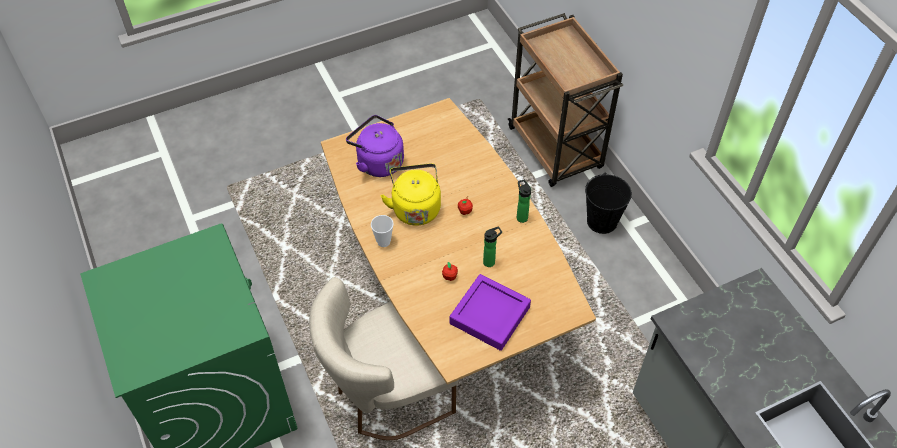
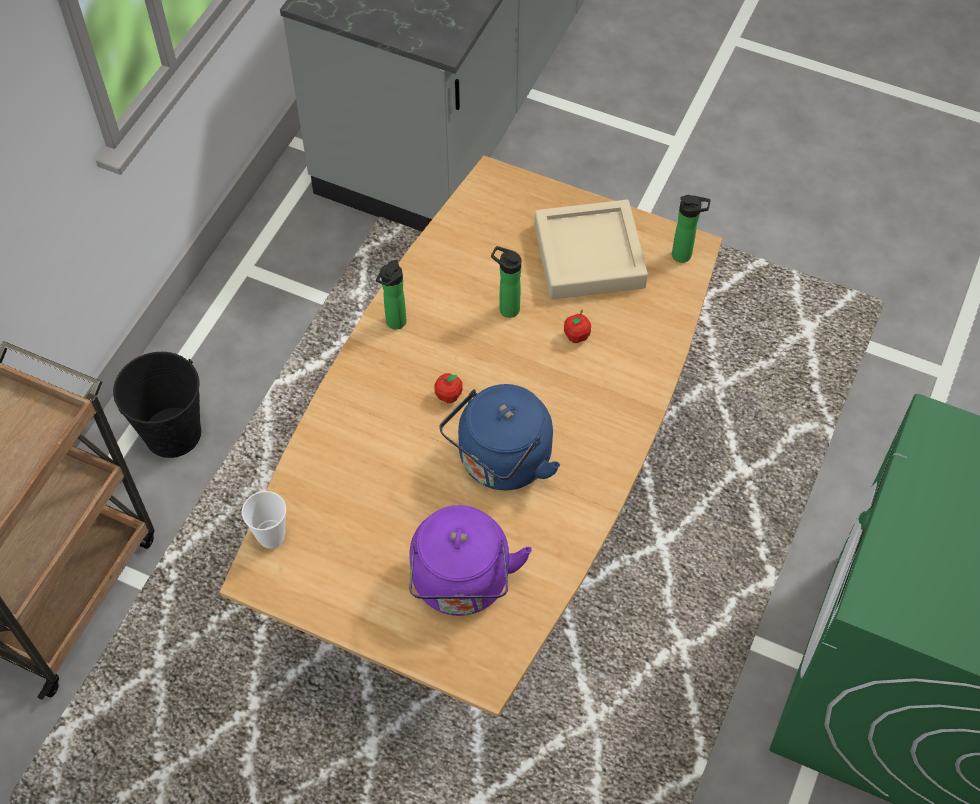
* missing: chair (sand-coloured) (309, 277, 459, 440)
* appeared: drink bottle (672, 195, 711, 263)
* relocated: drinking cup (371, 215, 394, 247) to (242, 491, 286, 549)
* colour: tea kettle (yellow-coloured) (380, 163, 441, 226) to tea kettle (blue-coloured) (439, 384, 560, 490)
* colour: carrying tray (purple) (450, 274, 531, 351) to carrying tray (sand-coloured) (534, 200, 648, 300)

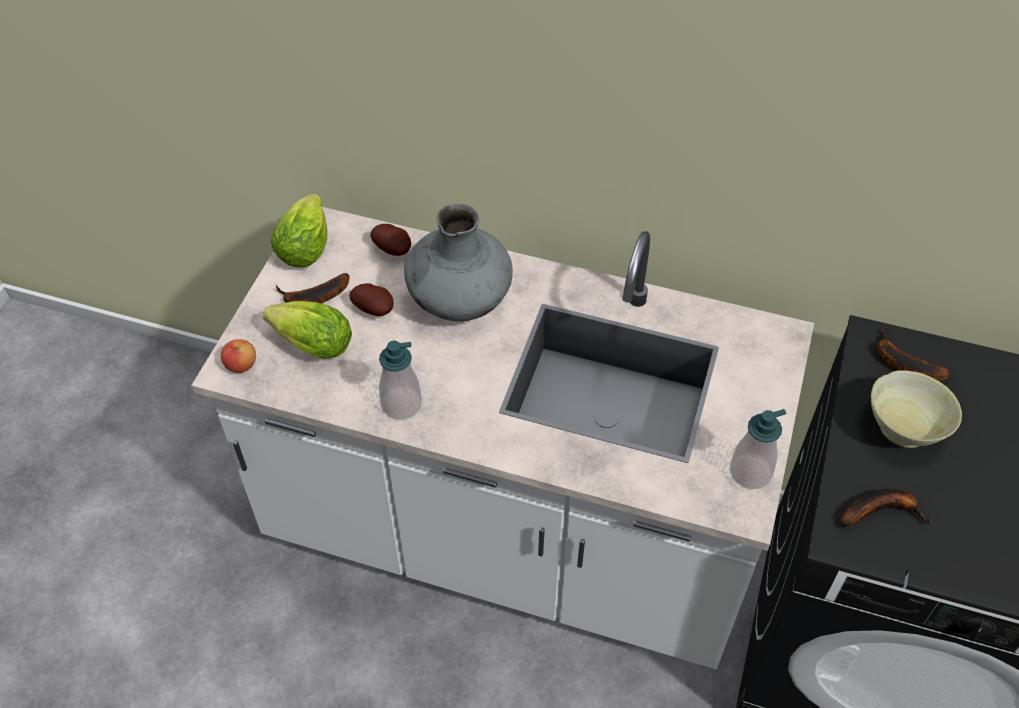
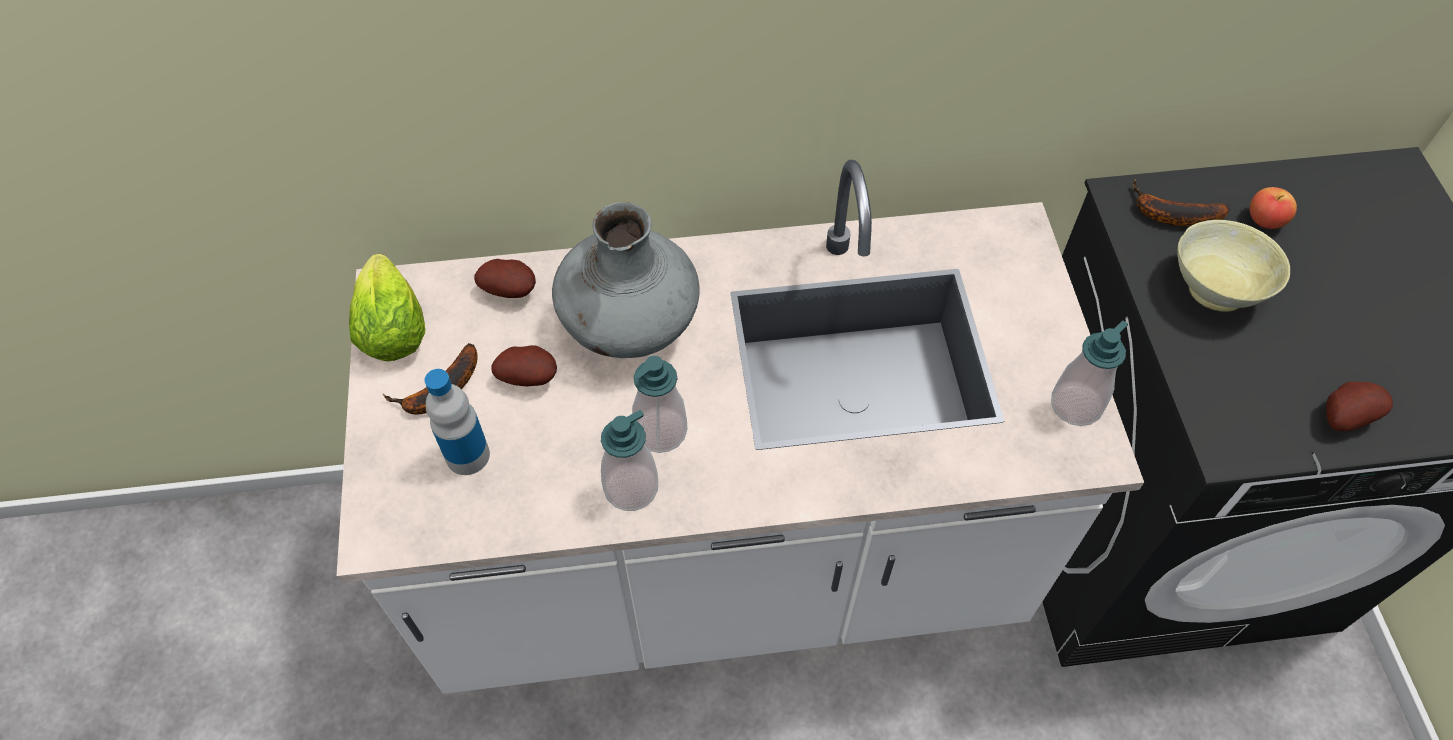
* missing: banana fruit (841, 488, 930, 528)
* appeared: soap bottle (632, 356, 688, 453)
* appeared: potato (1326, 381, 1393, 431)
* relocated: apple (221, 339, 256, 373) to (1250, 187, 1297, 229)
* exchanged: lettuce head (263, 301, 352, 358) to drink bottle (425, 369, 490, 475)

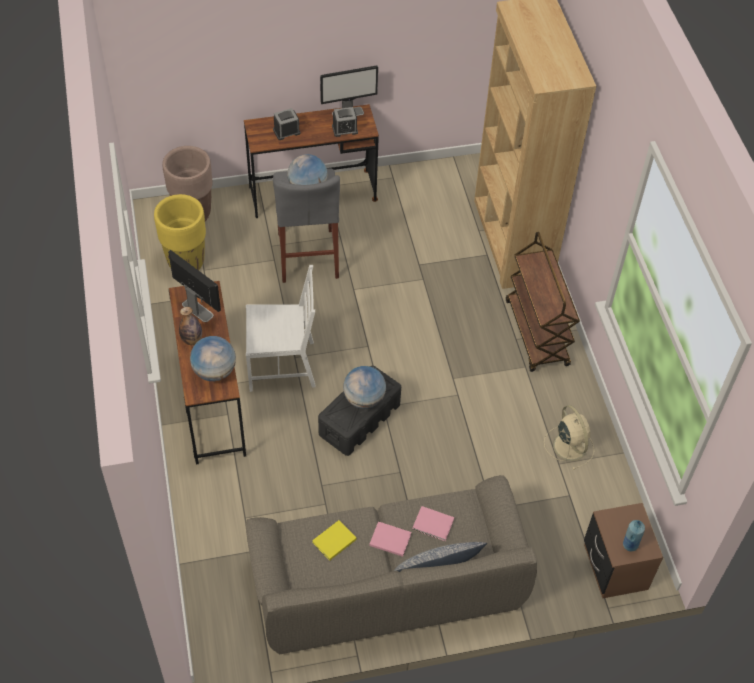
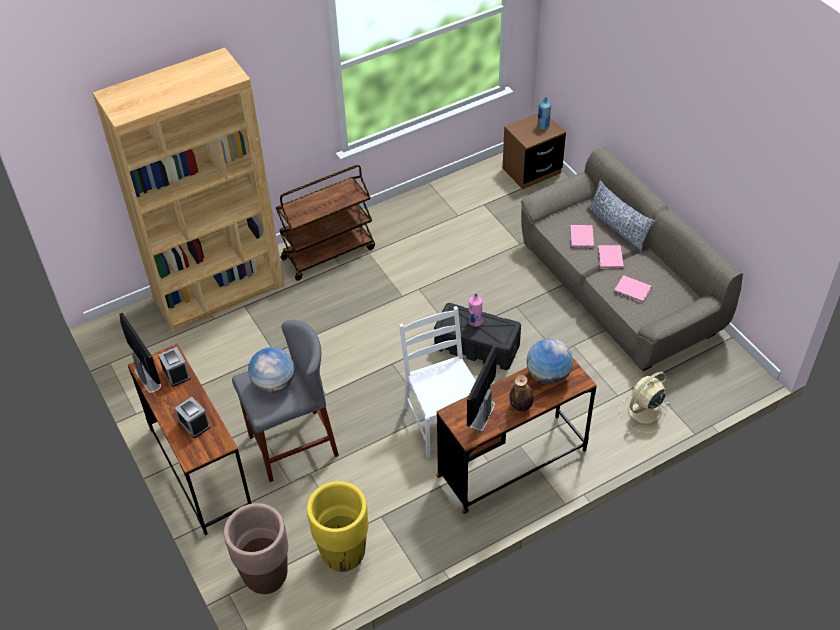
* relocated: cooling fan (sand-coloured) (544, 405, 594, 470) to (619, 372, 669, 433)
* exchanged: globe (343, 366, 386, 409) to drink bottle (pink-coloured) (469, 294, 483, 327)
* colour: book (yellow-coloured) (312, 520, 357, 561) to book (pink-coloured) (614, 275, 651, 303)

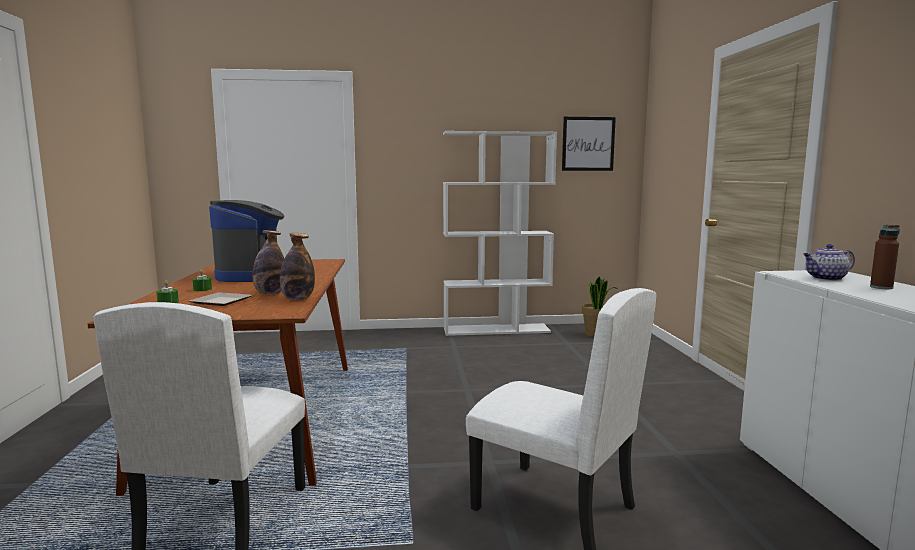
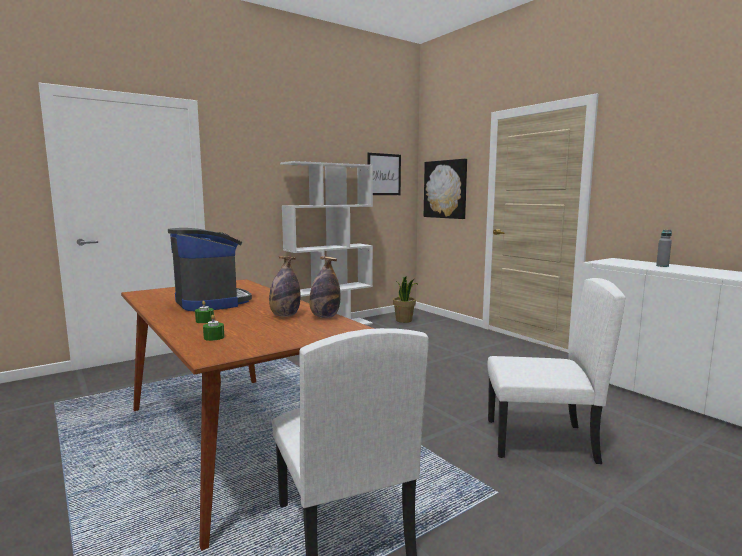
* missing: flat dish (189, 292, 252, 306)
* missing: pot for tea (803, 244, 855, 281)
* appeared: wall art (424, 159, 467, 219)
* colour: drink bottle (brownish) (870, 224, 900, 289) to drink bottle (gray) (656, 230, 672, 267)

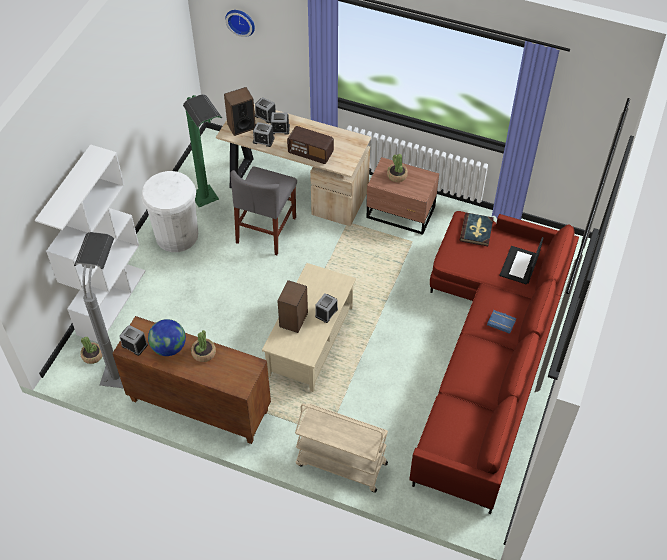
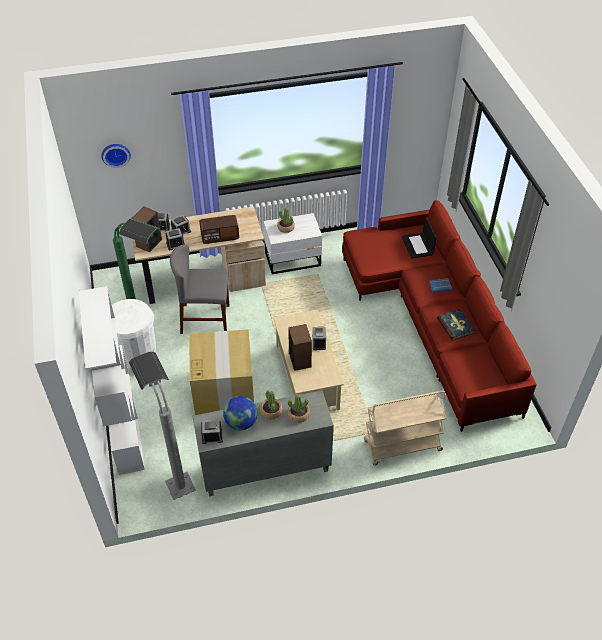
* appeared: cardboard box (189, 329, 254, 415)
* relocated: plant in a pot (80, 336, 102, 364) to (287, 394, 310, 423)
* relocated: book (460, 213, 494, 246) to (437, 309, 475, 341)
* colour: cabinet (brownish) (112, 316, 271, 444) to cabinet (gray) (193, 390, 334, 496)
* colour: night table (brownish) (366, 157, 439, 235) to night table (white-coloured) (264, 213, 322, 274)
* spun: chair (gray) (230, 167, 297, 255) = (170, 244, 229, 334) 105 degrees clockwise

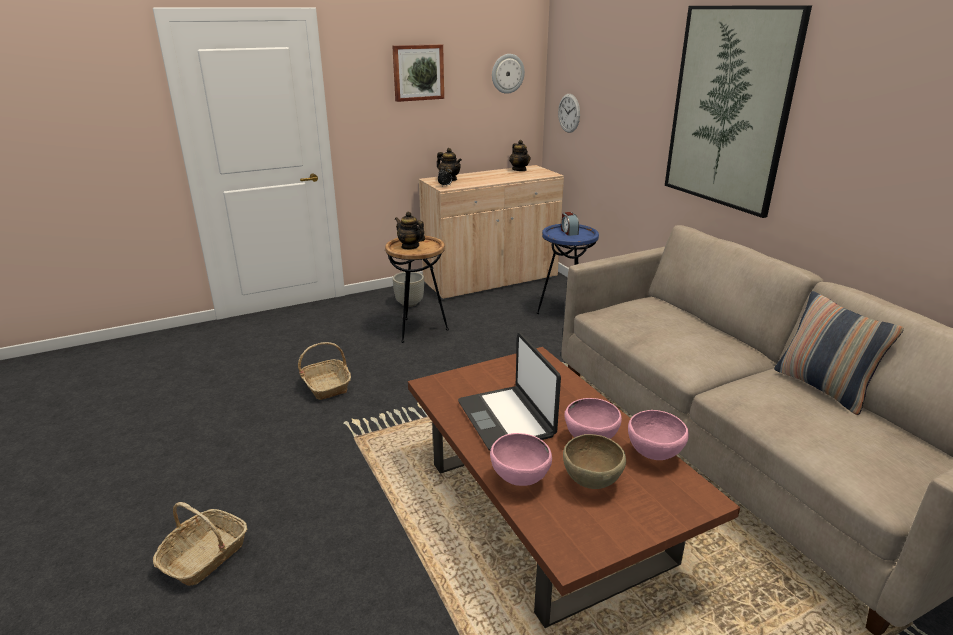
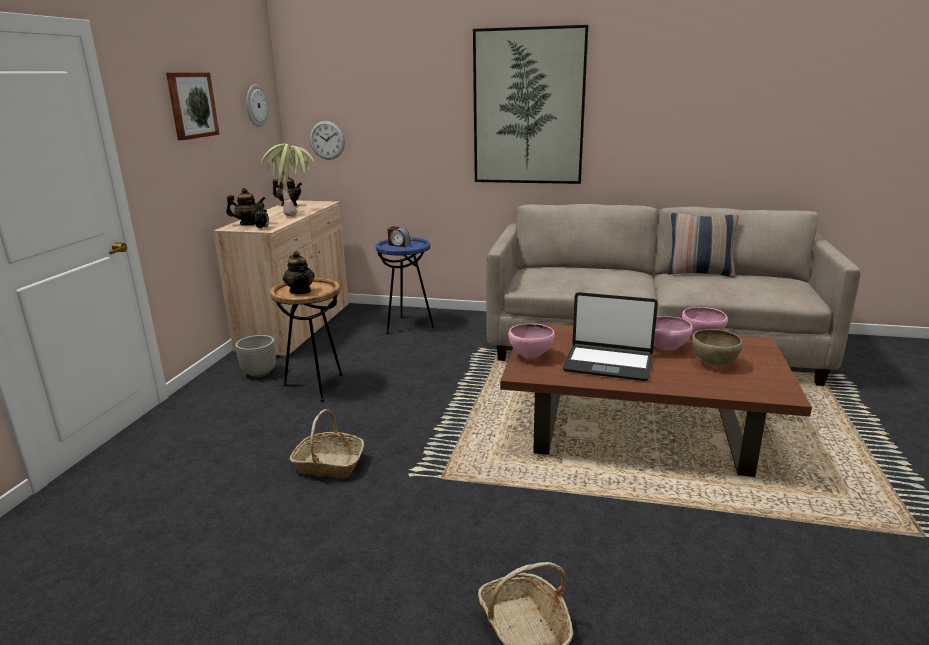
* appeared: plant in a pot (261, 143, 316, 216)
* relocated: serving bowl (pink-coloured) (490, 433, 552, 486) to (508, 324, 555, 358)
* spun: pot for tea (395, 212, 425, 250) = (283, 251, 315, 294) 105 degrees counterclockwise

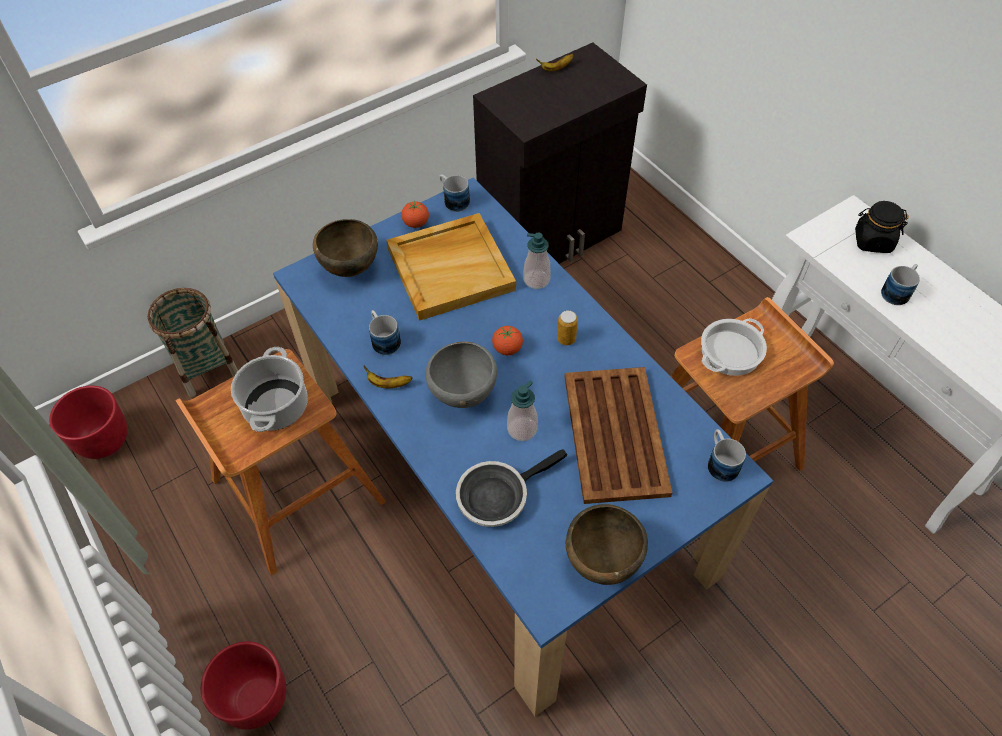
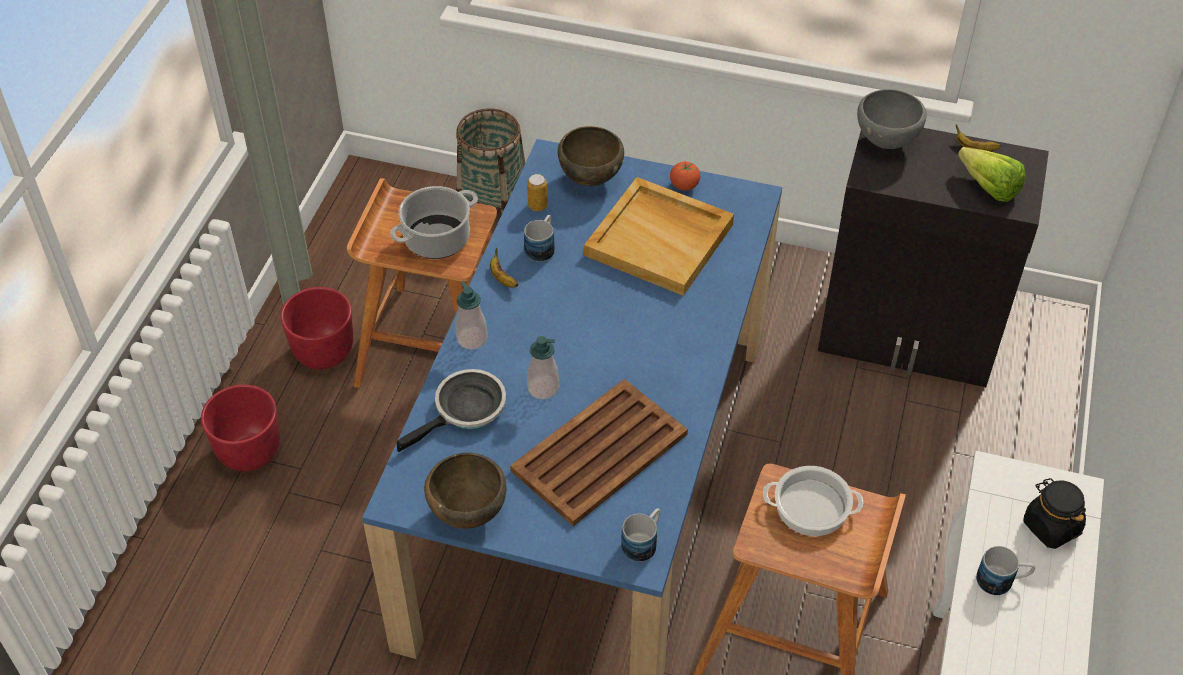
* missing: coffee mug (439, 174, 470, 212)
* missing: fresh tomato (492, 326, 523, 355)
* appeared: lettuce head (958, 147, 1026, 202)
* relocated: planter (red-coloured) (49, 386, 128, 459) to (280, 287, 353, 369)
* relocated: serving bowl (gray) (426, 341, 497, 408) to (857, 89, 926, 149)
* relocated: soap bottle (524, 233, 551, 289) to (456, 281, 488, 350)
* relocated: can (557, 310, 578, 345) to (527, 174, 547, 211)
* spun: pan (456, 449, 567, 527) = (396, 369, 506, 452) 120 degrees clockwise

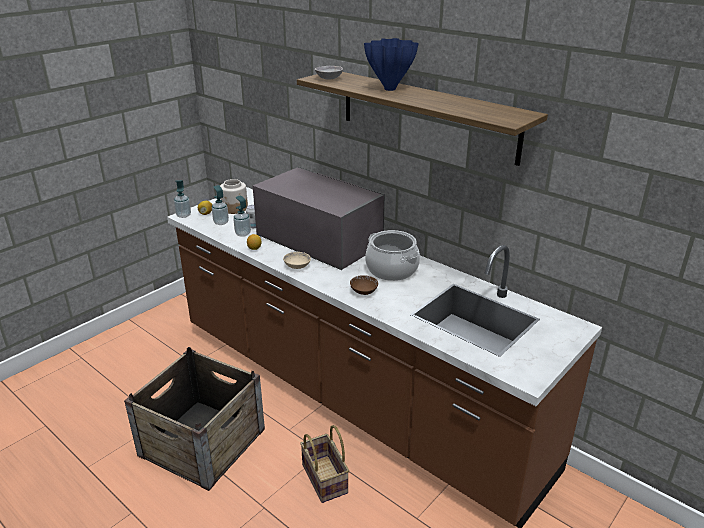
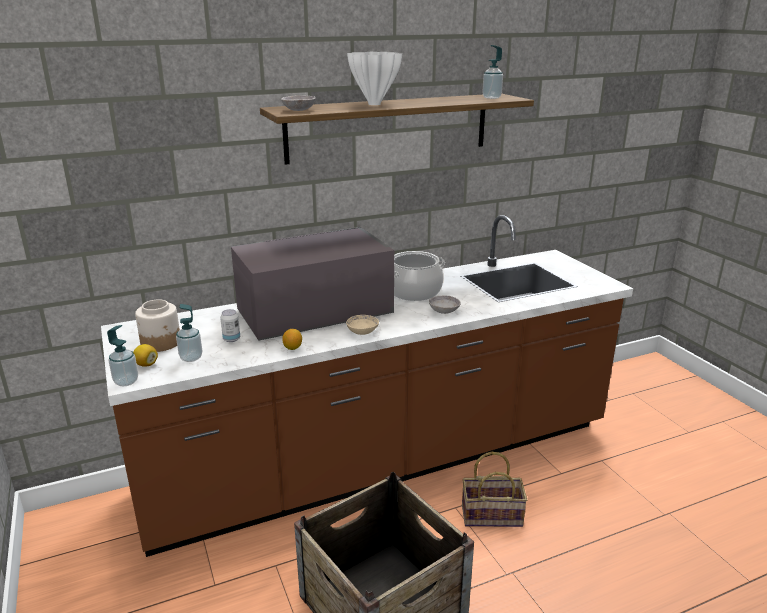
* relocated: soap bottle (233, 195, 251, 237) to (483, 45, 503, 99)
* colour: serving bowl (brownish) (350, 275, 378, 295) to serving bowl (gray) (429, 296, 461, 314)
* colour: decorative vase (blue-coloured) (364, 38, 419, 91) to decorative vase (white-coloured) (347, 52, 402, 105)

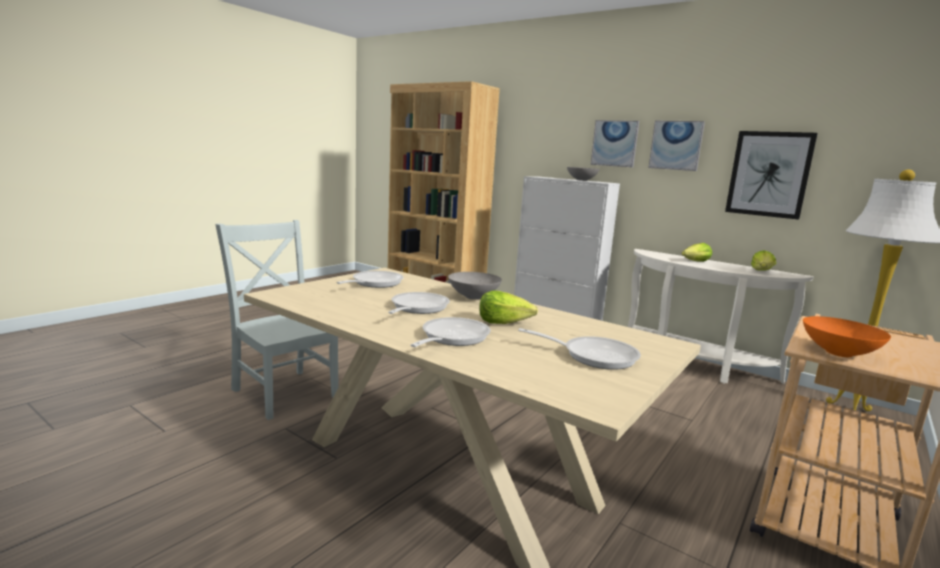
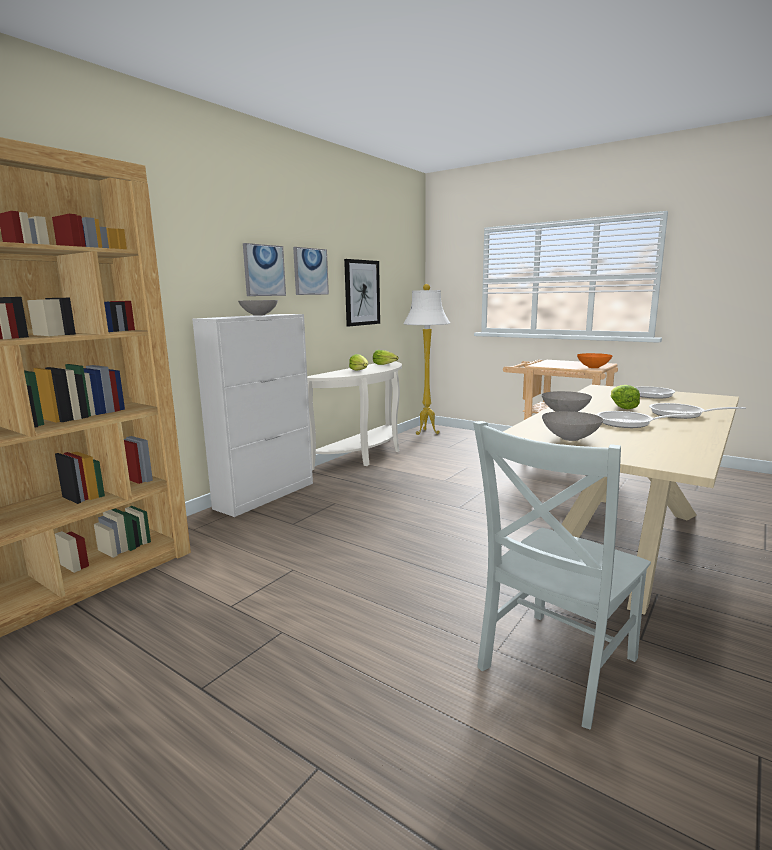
* exchanged: pan (336, 271, 404, 288) to serving bowl (gray) (542, 411, 603, 441)

